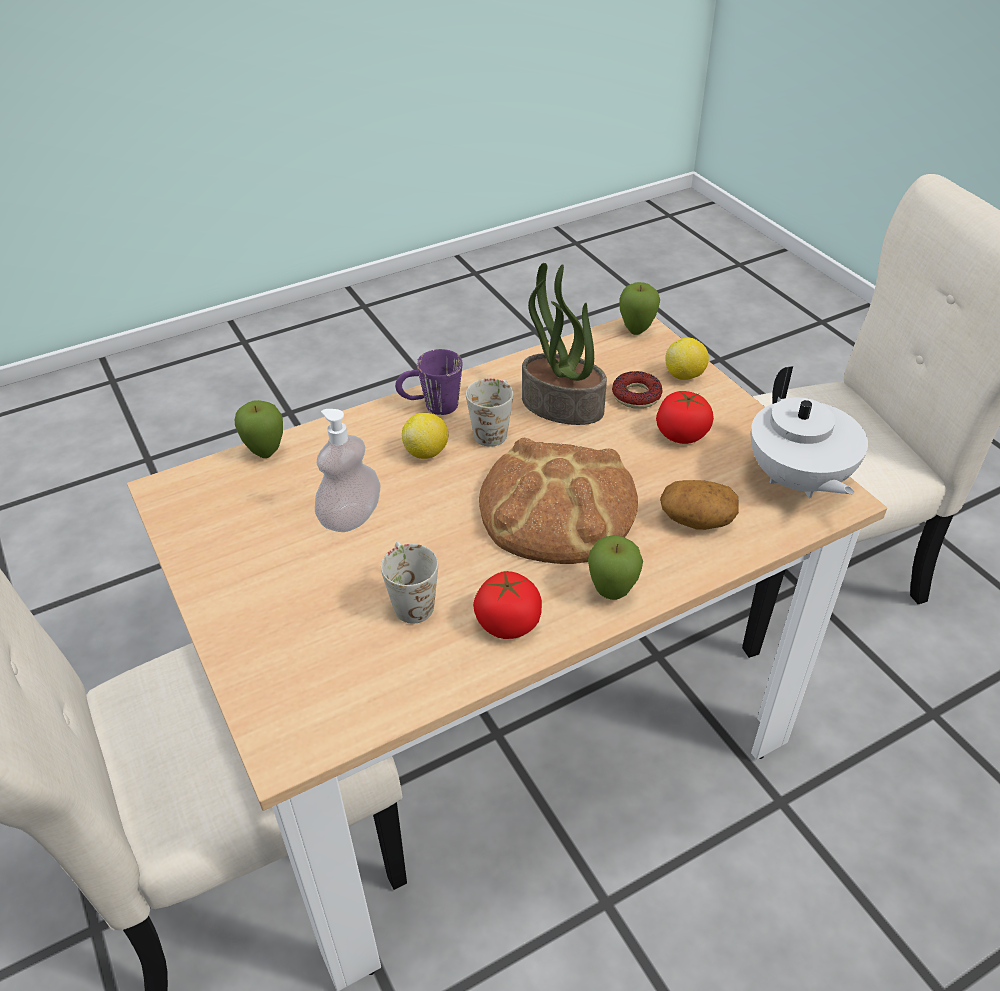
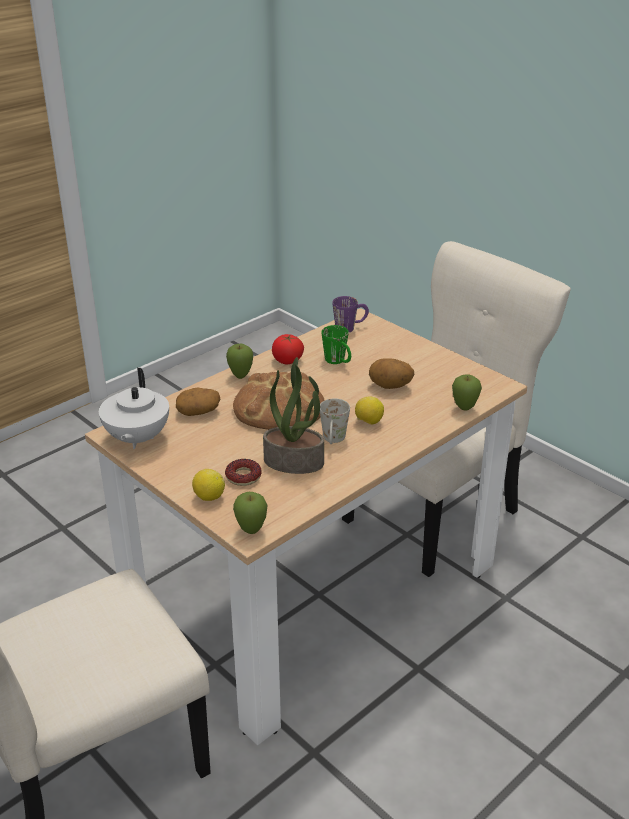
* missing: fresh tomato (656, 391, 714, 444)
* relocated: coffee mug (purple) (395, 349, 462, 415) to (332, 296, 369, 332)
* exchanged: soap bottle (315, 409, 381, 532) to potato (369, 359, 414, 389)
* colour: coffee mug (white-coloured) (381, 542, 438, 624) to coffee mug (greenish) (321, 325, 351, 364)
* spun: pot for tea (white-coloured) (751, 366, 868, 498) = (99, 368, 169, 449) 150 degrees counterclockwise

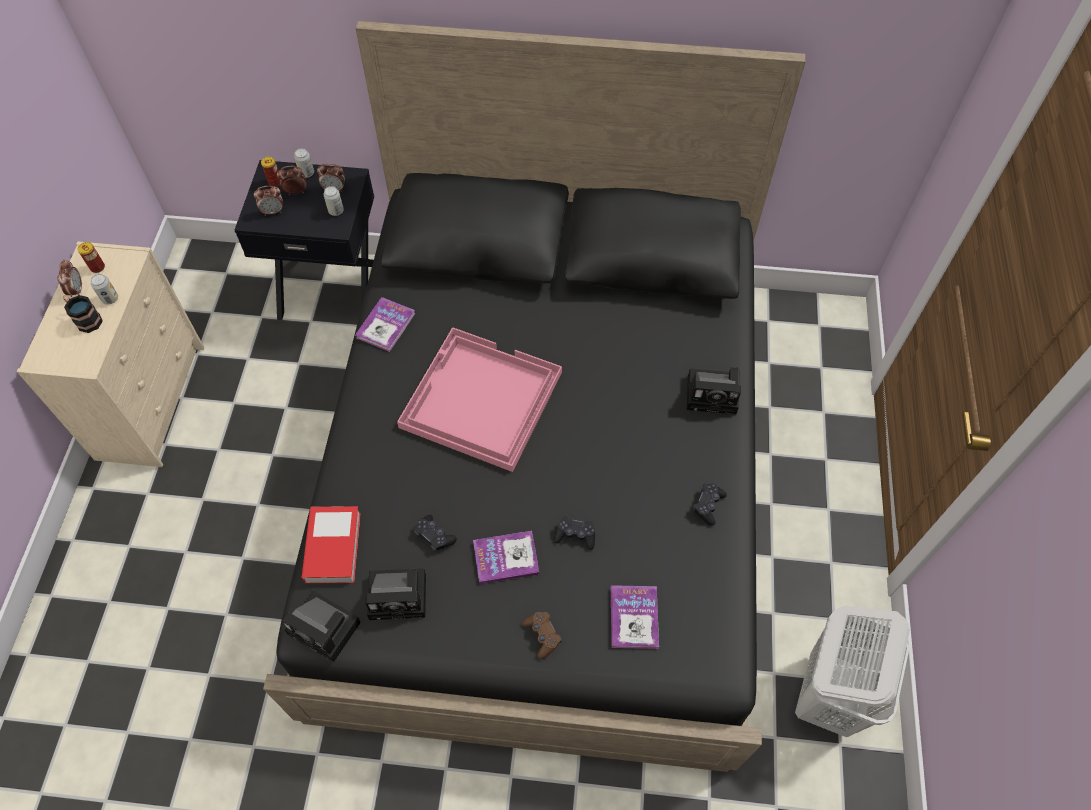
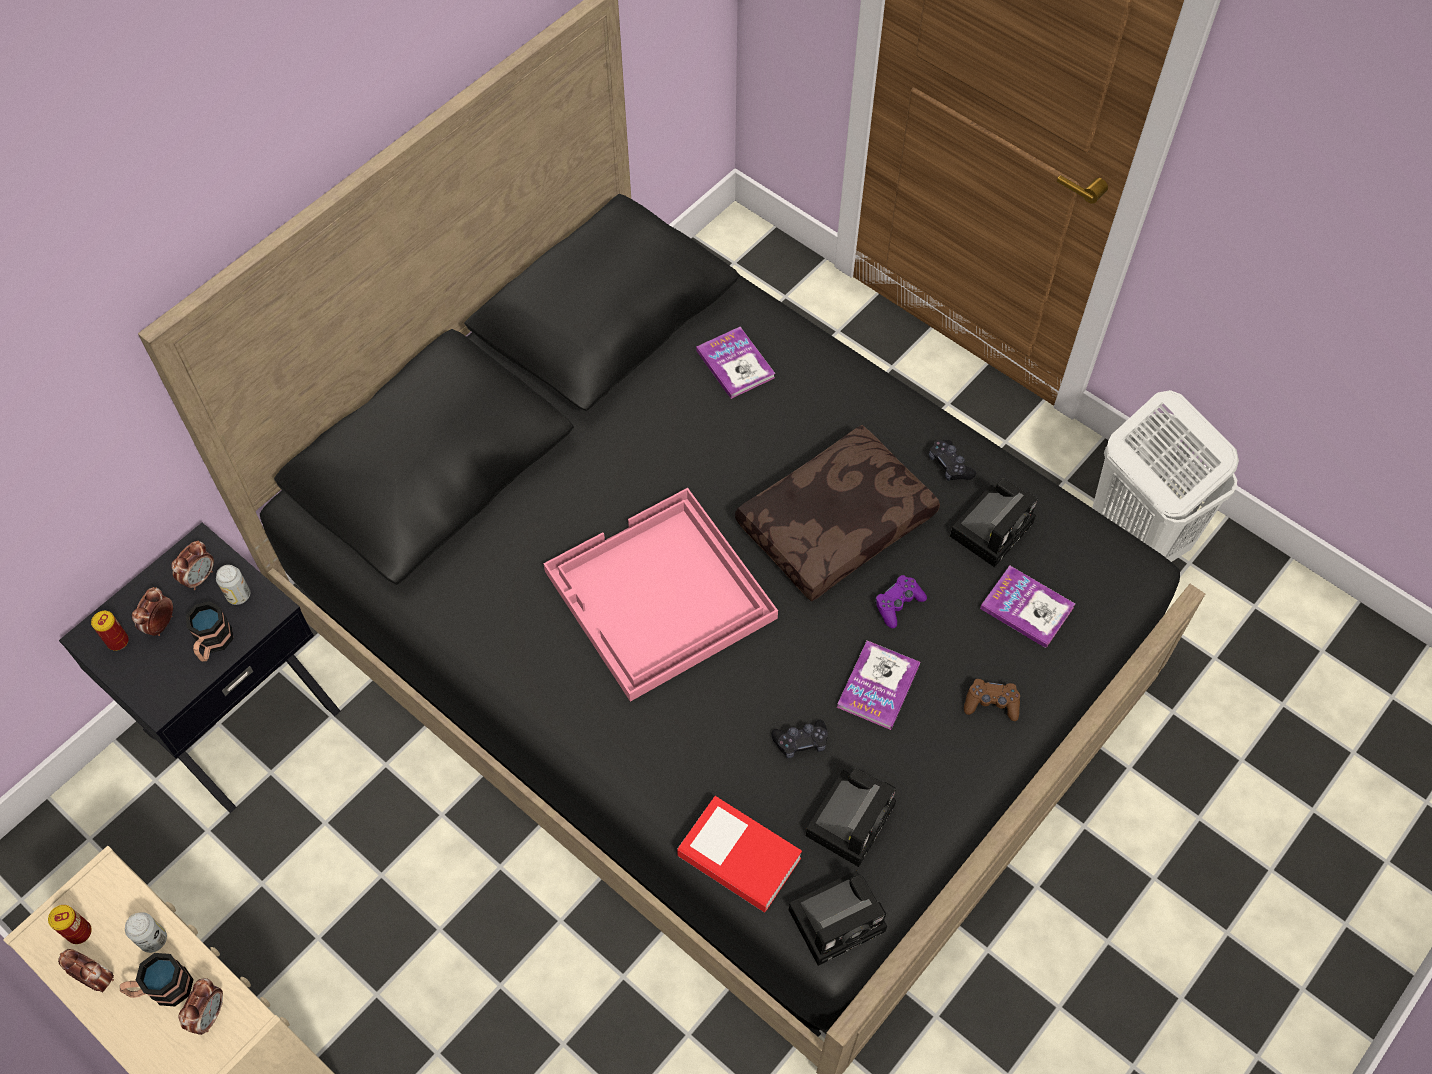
* missing: can (294, 148, 314, 178)
* appeared: coffee mug (186, 601, 233, 661)
* appeared: throw pillow (brownish) (735, 425, 940, 601)
* relocated: table clock (254, 186, 283, 216) to (179, 978, 223, 1035)
* relocated: book (355, 297, 416, 352) to (696, 327, 775, 399)
* relocated: photo camera (687, 367, 741, 415) to (950, 478, 1038, 567)
* colour: gamepad (black) (554, 516, 595, 550) to gamepad (purple) (875, 575, 927, 628)

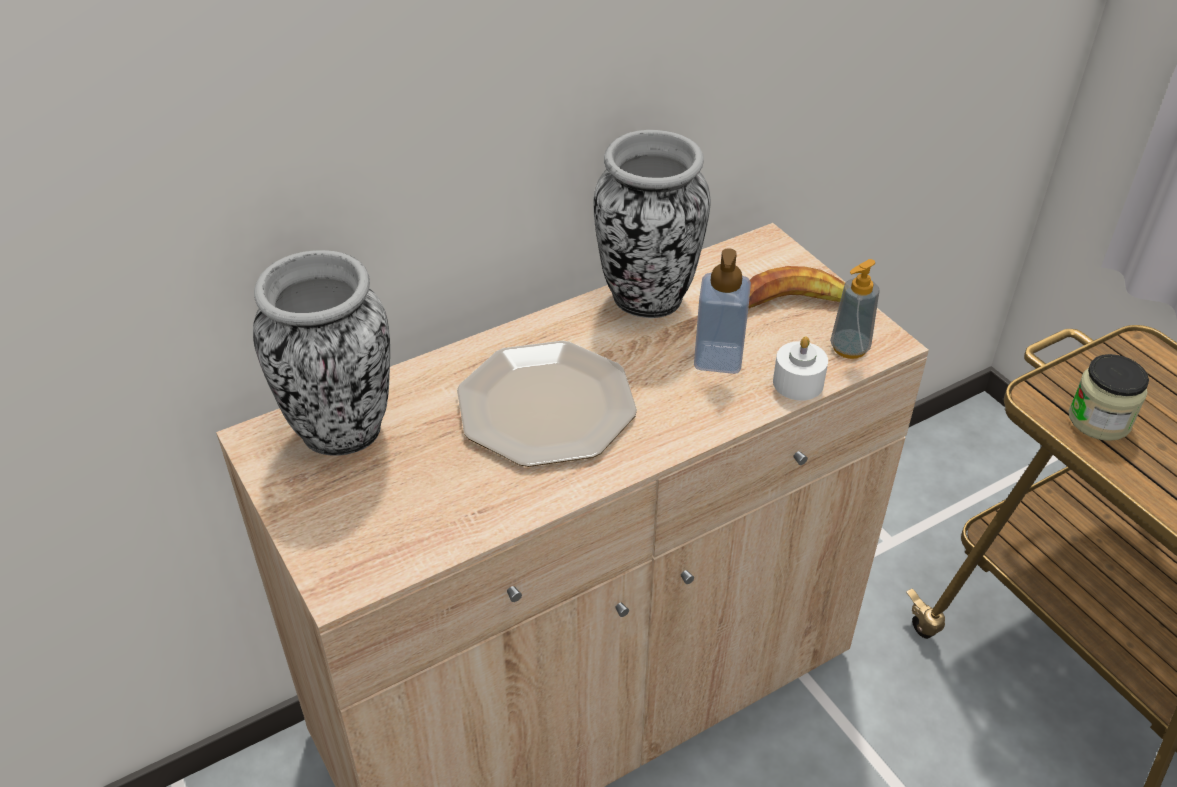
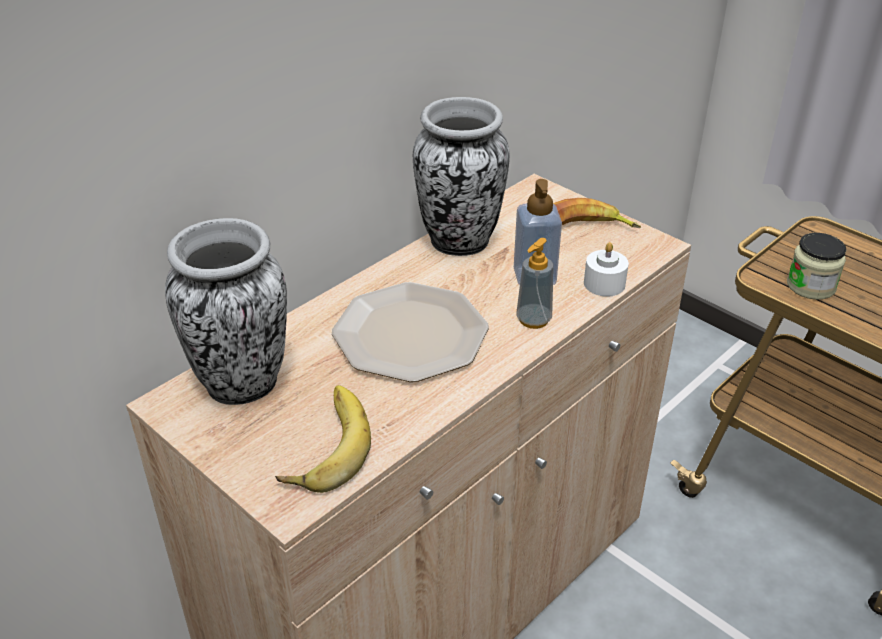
* appeared: banana fruit (275, 385, 371, 493)
* relocated: soap bottle (830, 259, 880, 359) to (516, 238, 554, 329)

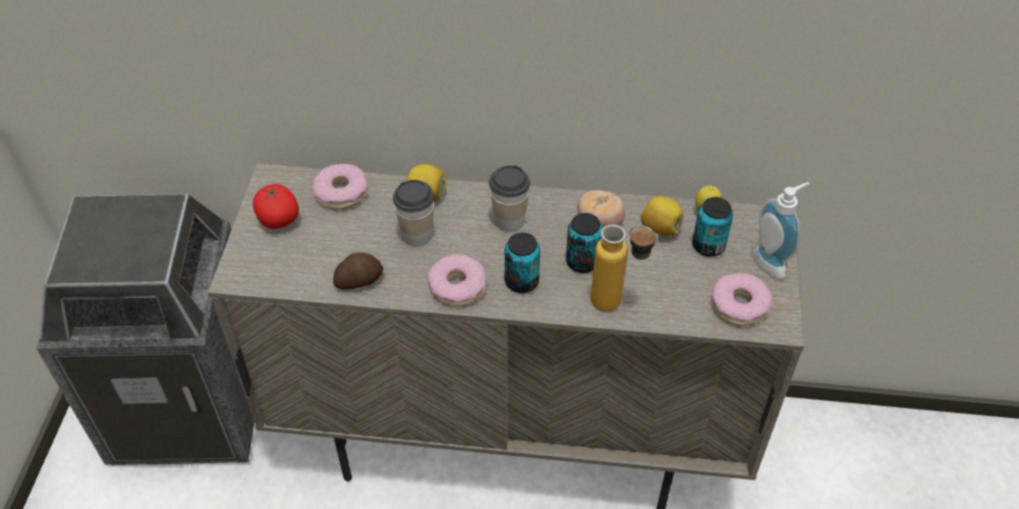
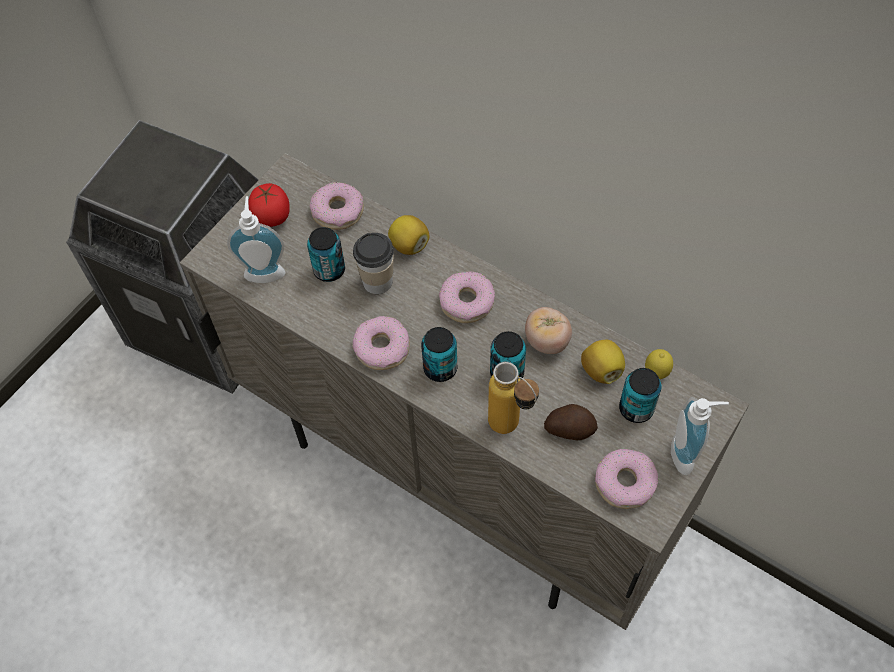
* appeared: soap bottle (227, 196, 286, 283)
* appeared: can (307, 227, 345, 282)
* relocated: potato (333, 253, 383, 289) to (544, 404, 598, 440)
* exchanged: drinking cup (489, 165, 530, 232) to donut (439, 271, 495, 323)

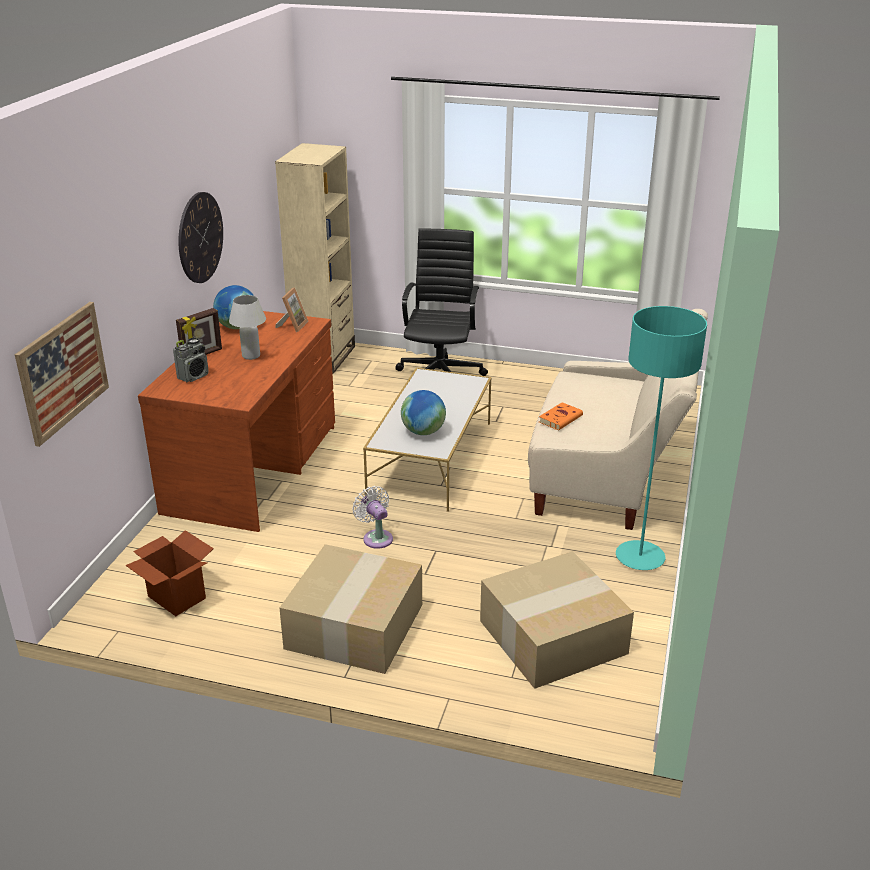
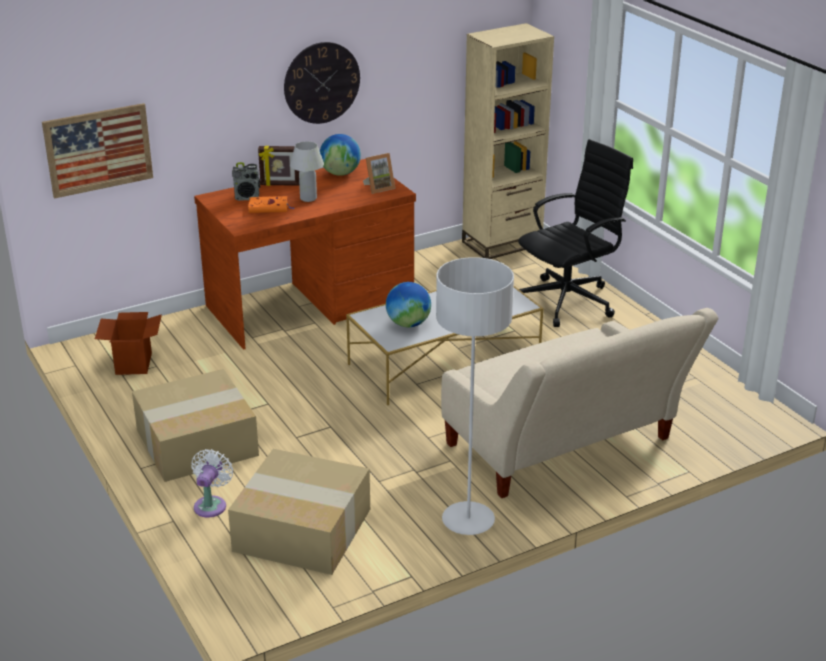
* relocated: cooling fan (white-coloured) (352, 486, 393, 549) to (191, 449, 233, 517)
* relocated: book (orange) (539, 402, 583, 430) to (248, 196, 295, 213)
* colour: standard lamp (turquoise) (616, 306, 707, 570) to standard lamp (gray) (436, 257, 514, 535)

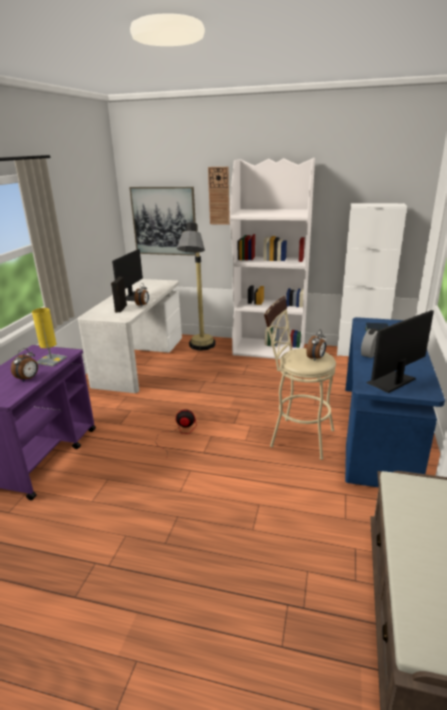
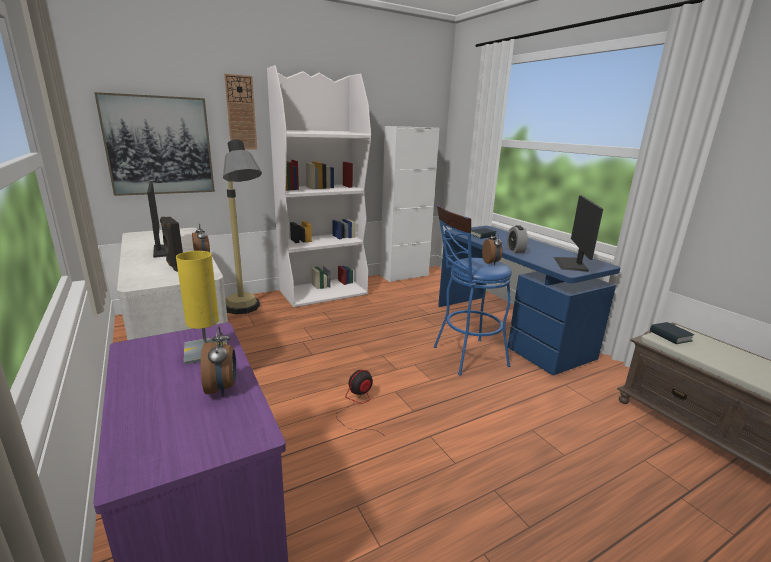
* appeared: book (650, 322, 695, 344)
* colour: sitting stool (sand-coloured) (264, 296, 336, 460) to sitting stool (blue-coloured) (434, 205, 512, 376)

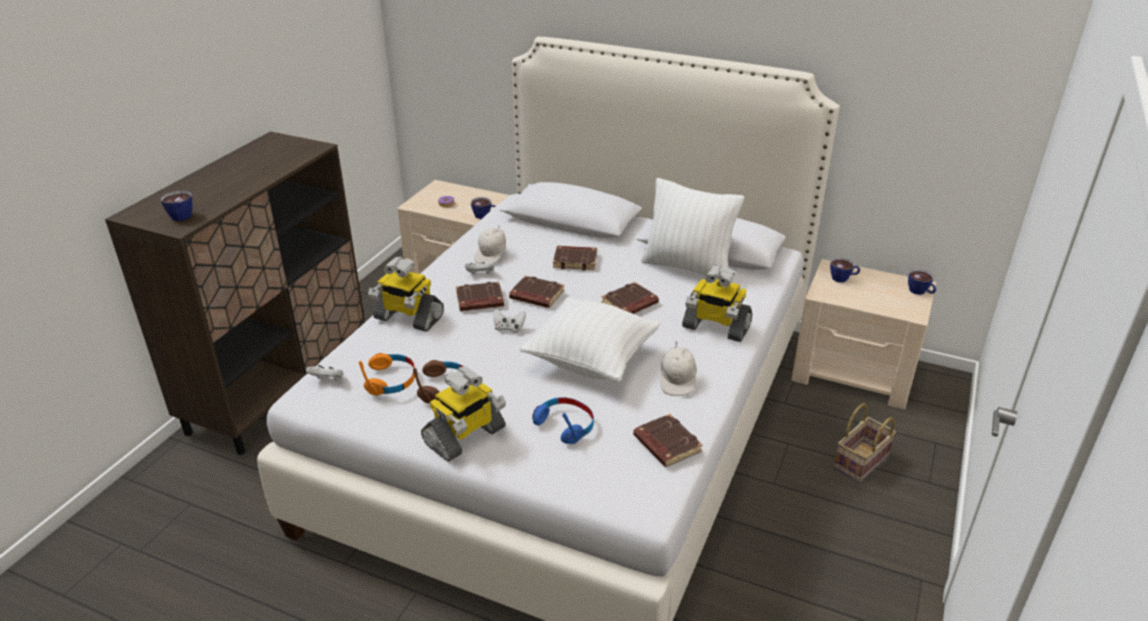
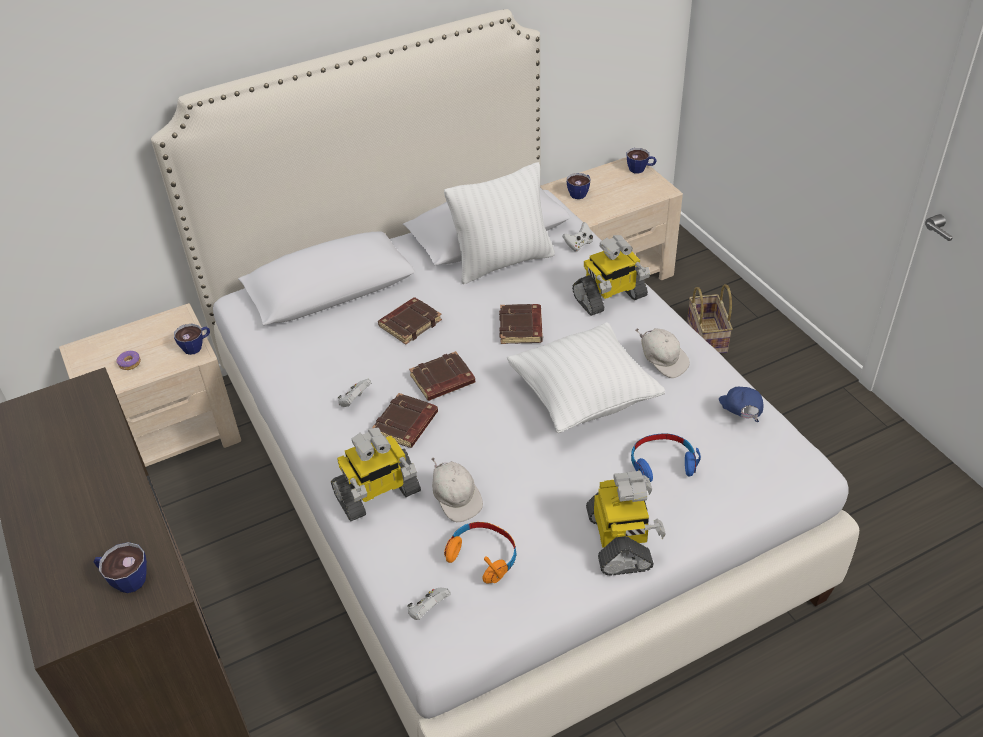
* missing: headphones (brownish) (413, 360, 464, 403)
* relocated: cap (white-coloured) (475, 226, 506, 264) to (431, 458, 483, 522)
* relocated: gamepad (white-coloured) (494, 309, 526, 333) to (563, 222, 593, 251)
* exchanged: book (brownish) (633, 414, 703, 467) to cap (blue-coloured) (719, 387, 763, 422)

